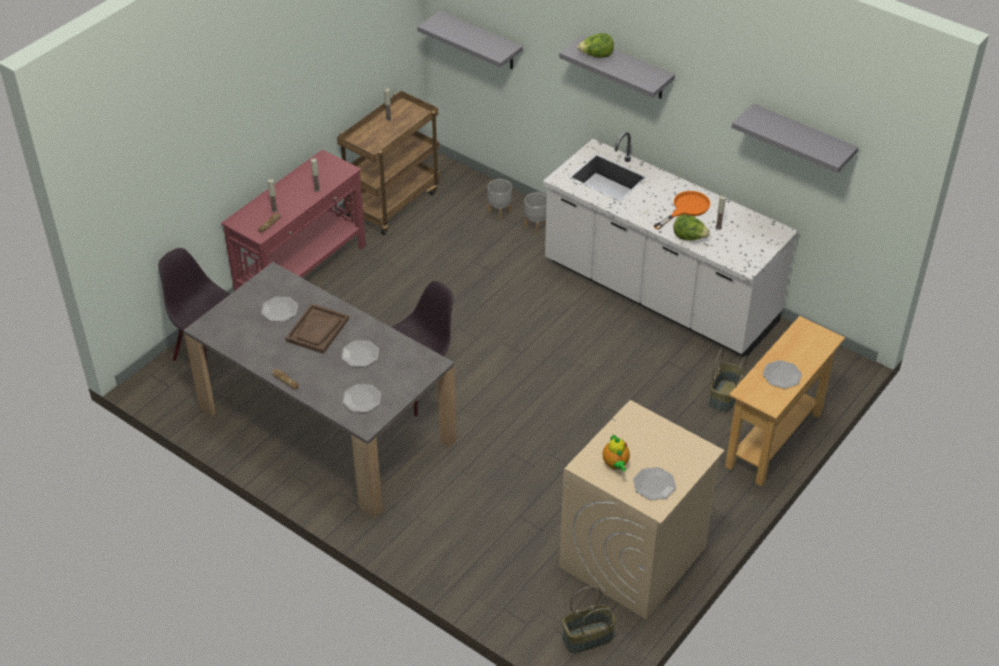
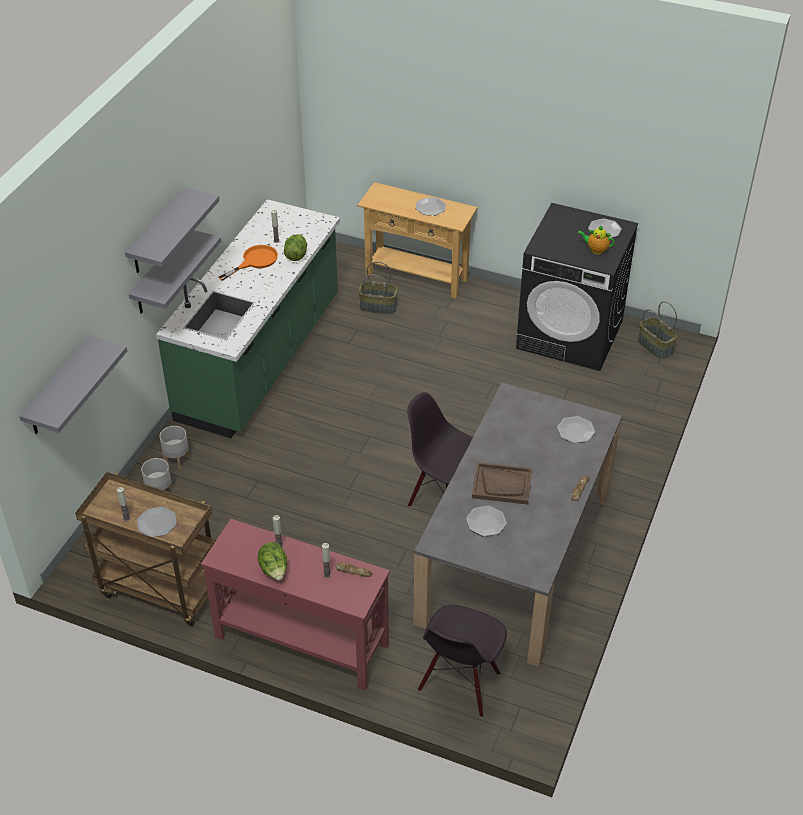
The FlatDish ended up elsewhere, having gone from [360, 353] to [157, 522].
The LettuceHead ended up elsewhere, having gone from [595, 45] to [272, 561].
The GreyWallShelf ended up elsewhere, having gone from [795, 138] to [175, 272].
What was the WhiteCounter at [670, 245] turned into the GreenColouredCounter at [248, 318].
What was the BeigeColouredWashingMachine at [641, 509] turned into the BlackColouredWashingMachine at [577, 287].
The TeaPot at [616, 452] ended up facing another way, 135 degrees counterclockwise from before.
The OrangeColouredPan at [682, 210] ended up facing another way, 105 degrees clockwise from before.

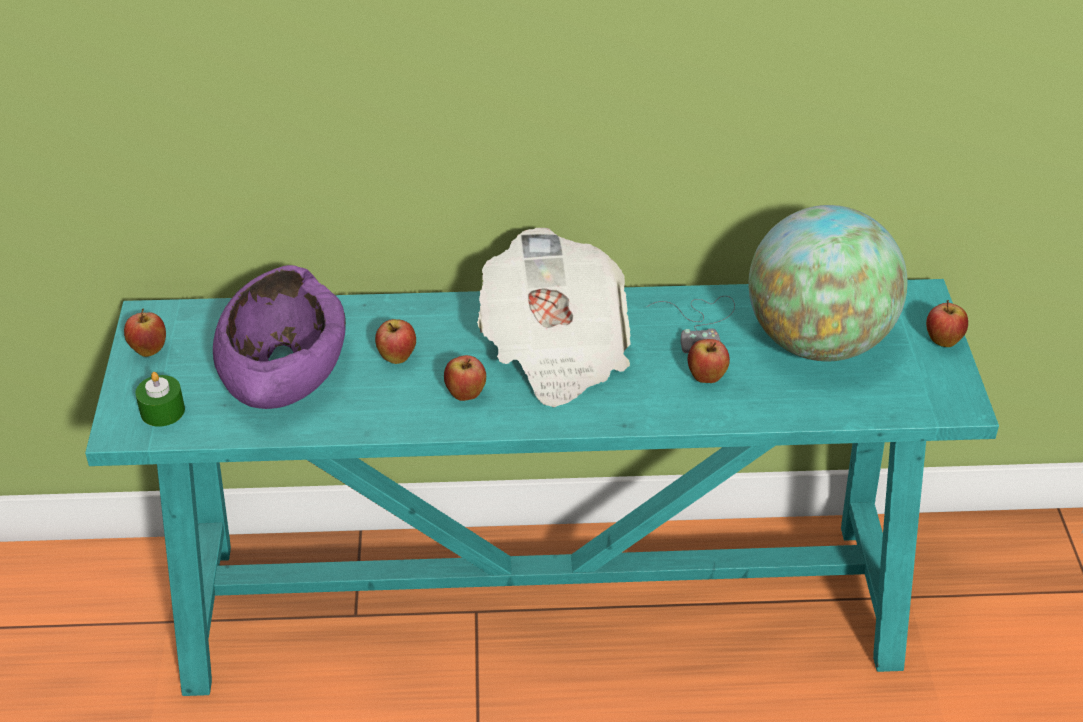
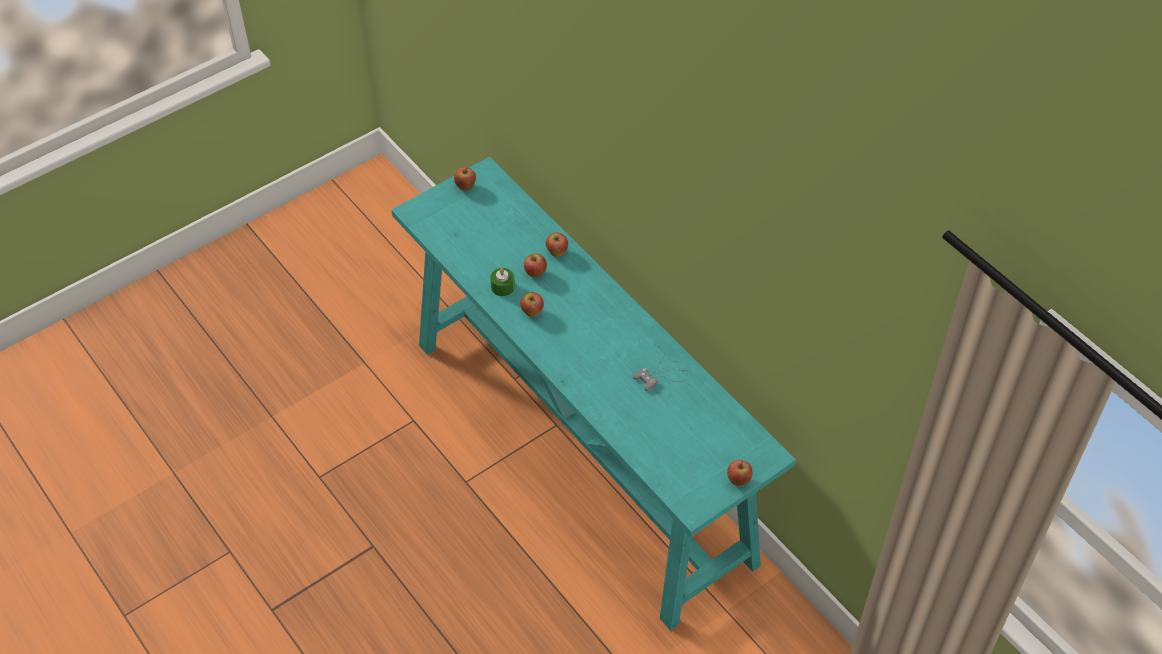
The second view lost the PurplishDeepDish at [279, 337].
The second view lost the PrintedPaper at [554, 317].
The second view lost the Globe at [828, 283].
The GreenColouredCandle ended up elsewhere, having gone from [160, 399] to [502, 282].
The WholeApple ended up elsewhere, having gone from [708, 361] to [557, 244].

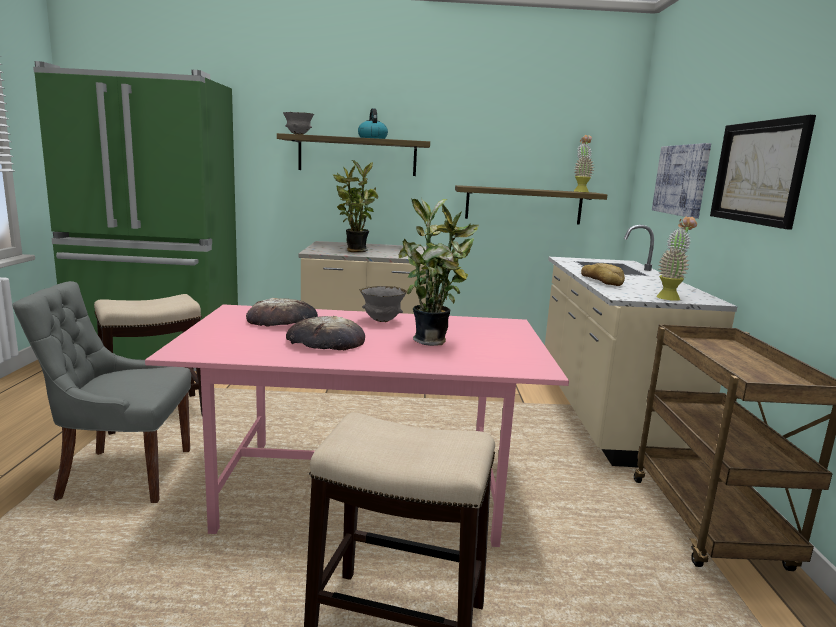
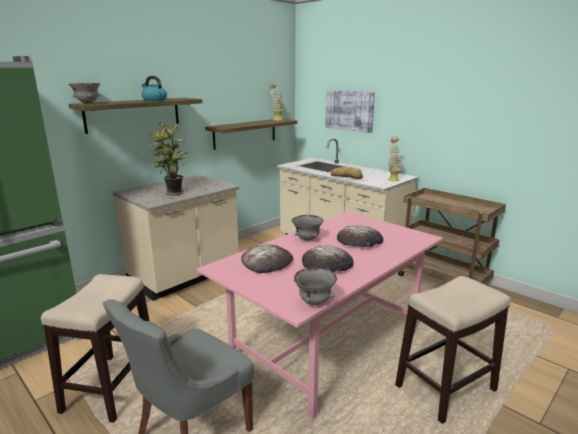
The second view lost the Picture at [763, 172].
The second view gained the GreyDeepDish at [315, 286].
Where the PottedPlant stood at [439, 272], the BakedBread came to stand at [360, 236].

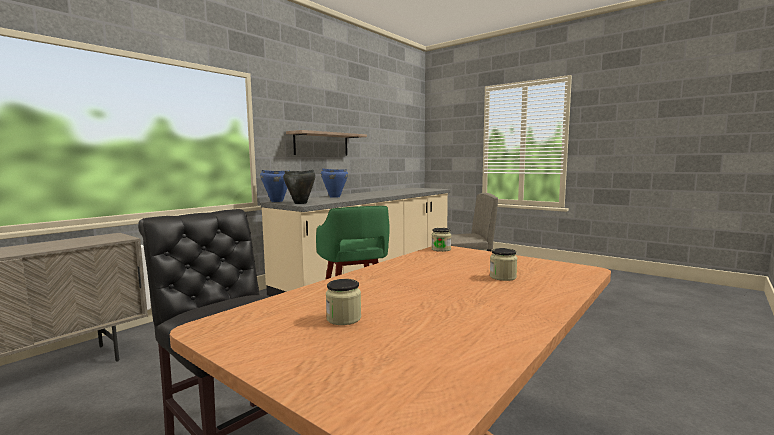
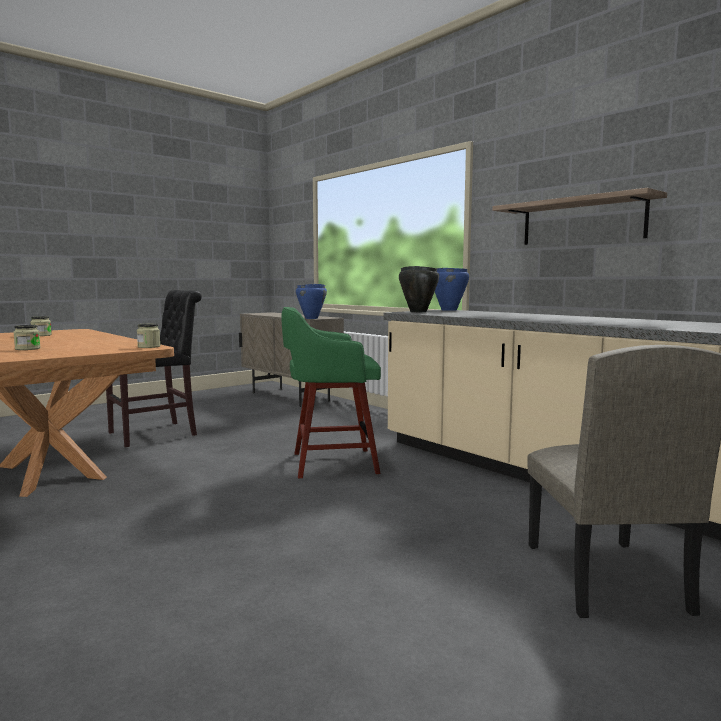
The BluishSaucepot ended up elsewhere, having gone from [334, 183] to [311, 301].

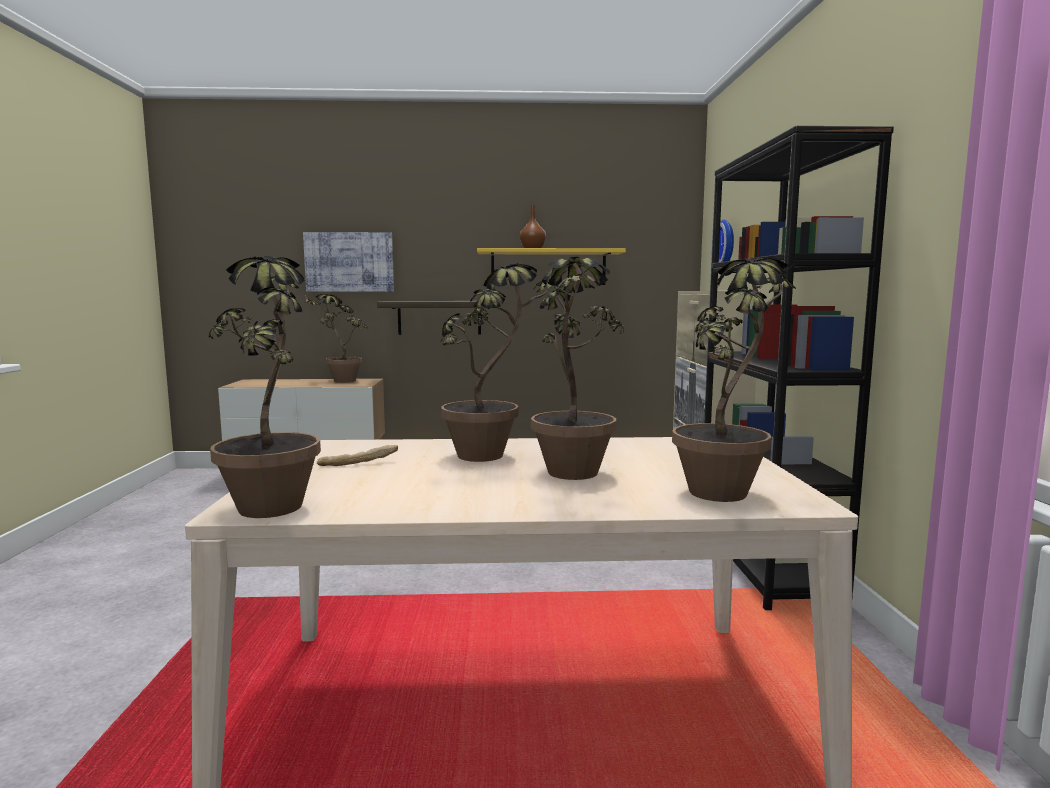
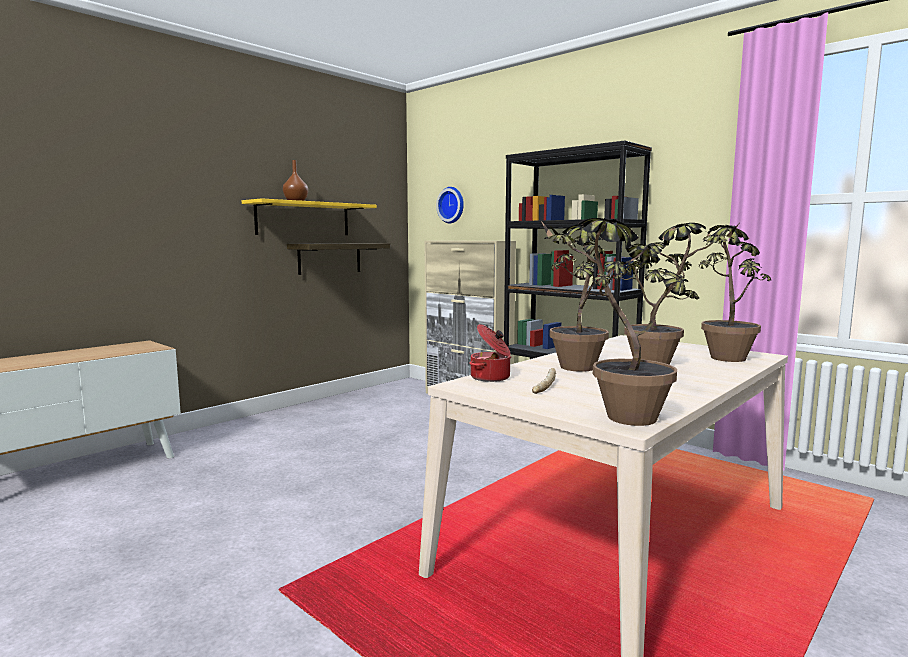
The second view lost the Picture at [348, 262].
The second view lost the PottedPlant at [336, 338].
The second view gained the Saucepot at [490, 353].
The WallShelf ended up elsewhere, having gone from [435, 318] to [338, 259].

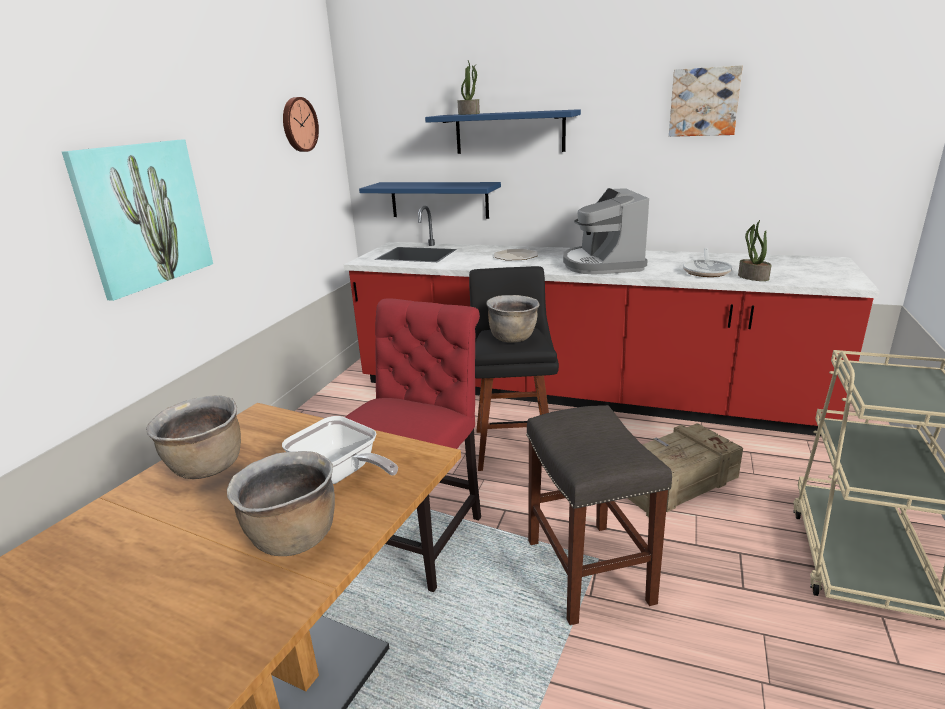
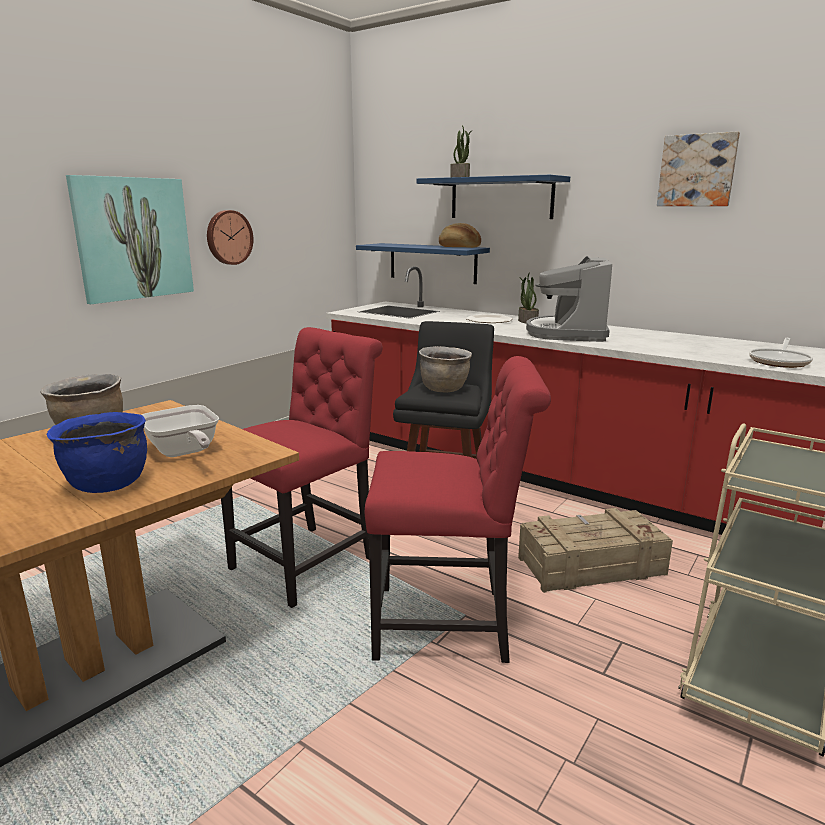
The second view gained the BakedBread at [460, 235].
The ClockOnTheWall ended up elsewhere, having gone from [301, 124] to [230, 237].
The Pan ended up elsewhere, having gone from [707, 262] to [781, 353].
The PottedPlant ended up elsewhere, having gone from [755, 250] to [528, 297].
Where the GreyStoolSeat stood at [599, 515], the RedColouredUprightChair came to stand at [458, 509].
What was the BrownColouredSaucepot at [281, 503] turned into the BluishSaucepot at [97, 452].

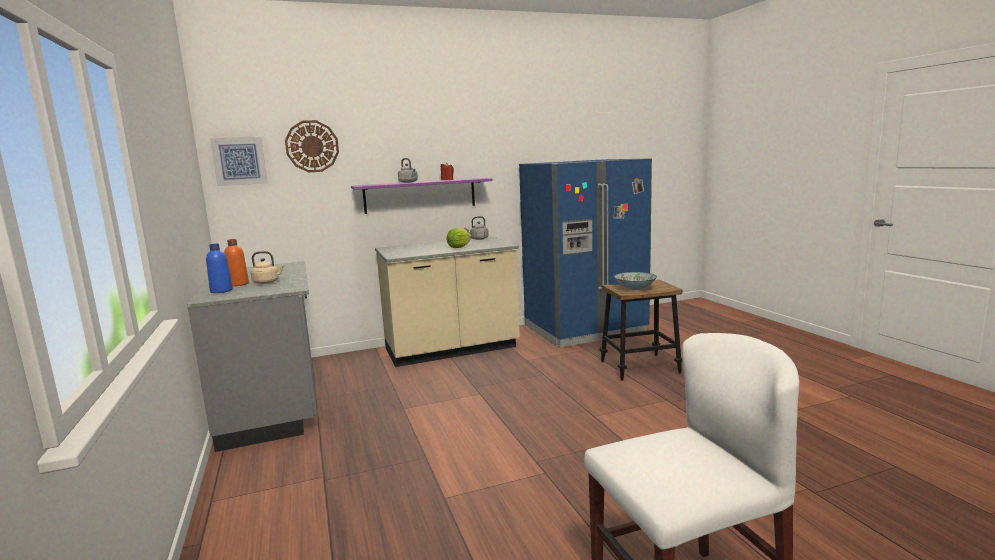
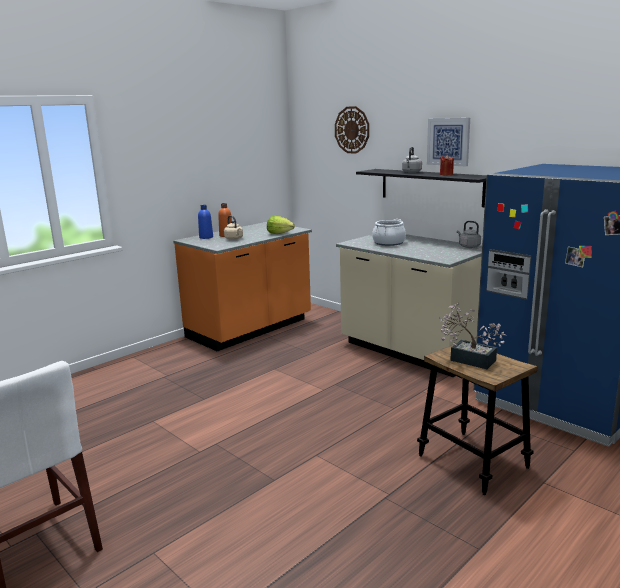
The second view gained the Saucepot at [389, 232].
The Picture ended up elsewhere, having gone from [239, 161] to [448, 142].
The LettuceHead ended up elsewhere, having gone from [459, 238] to [281, 225].
Where the DeepDish stood at [635, 281], the PottedPlant came to stand at [472, 336].
What was the GreyCounter at [252, 356] turned into the OrangeColouredCounter at [242, 286].
What was the PurplishWallShelf at [422, 196] turned into the BlackColouredWallShelf at [421, 188].

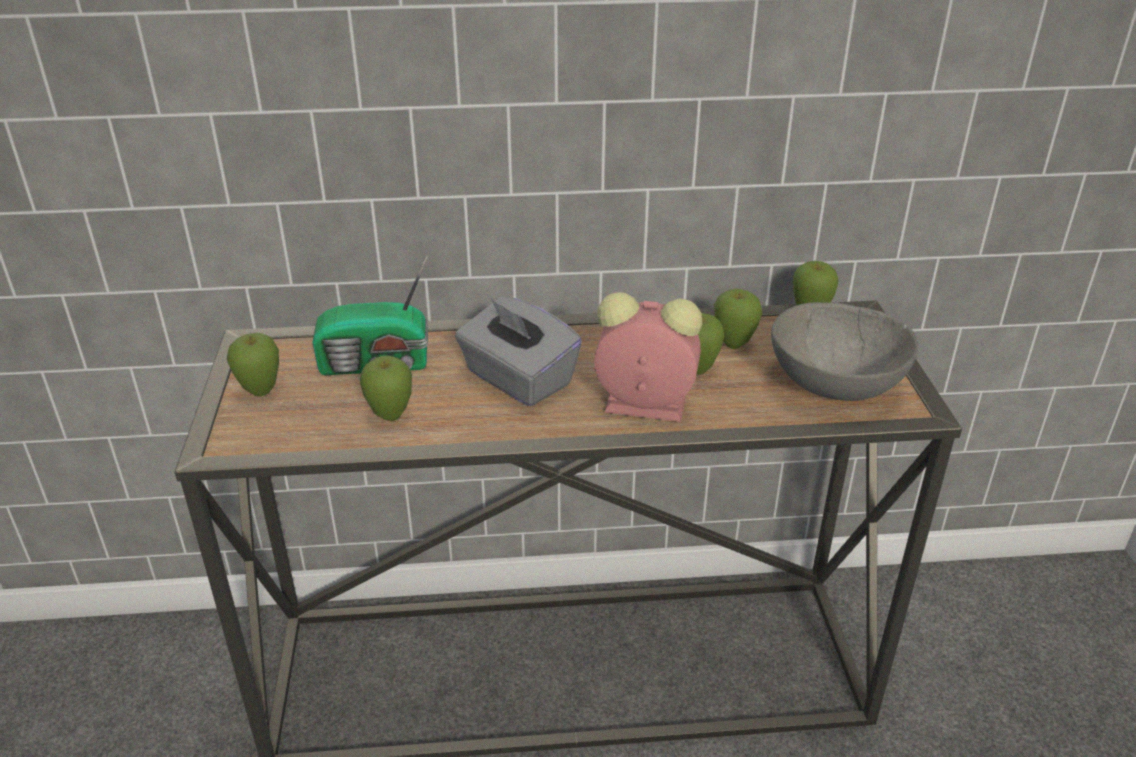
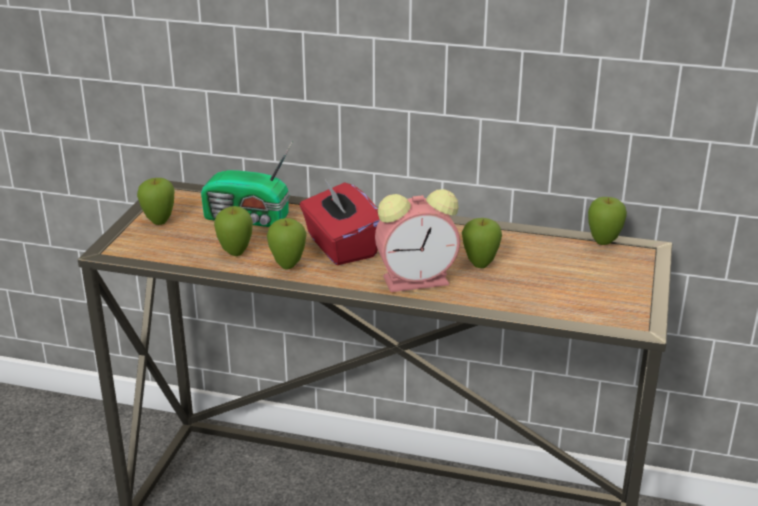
The second view lost the GreyDeepDish at [844, 351].
The WholeApple ended up elsewhere, having gone from [738, 319] to [287, 244].
What was the GreyTissueBox at [518, 351] turned into the RedColouredTissueBox at [340, 223].
The AlarmClock at [648, 357] ended up facing another way, 135 degrees clockwise from before.

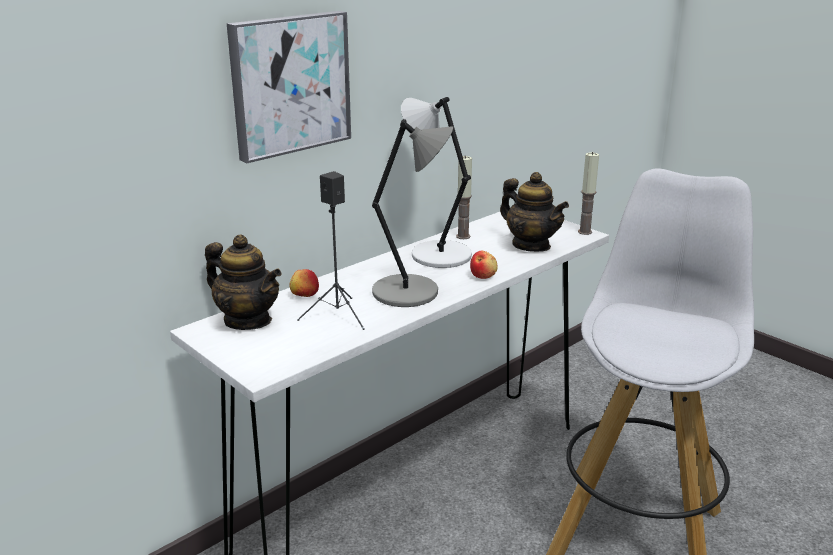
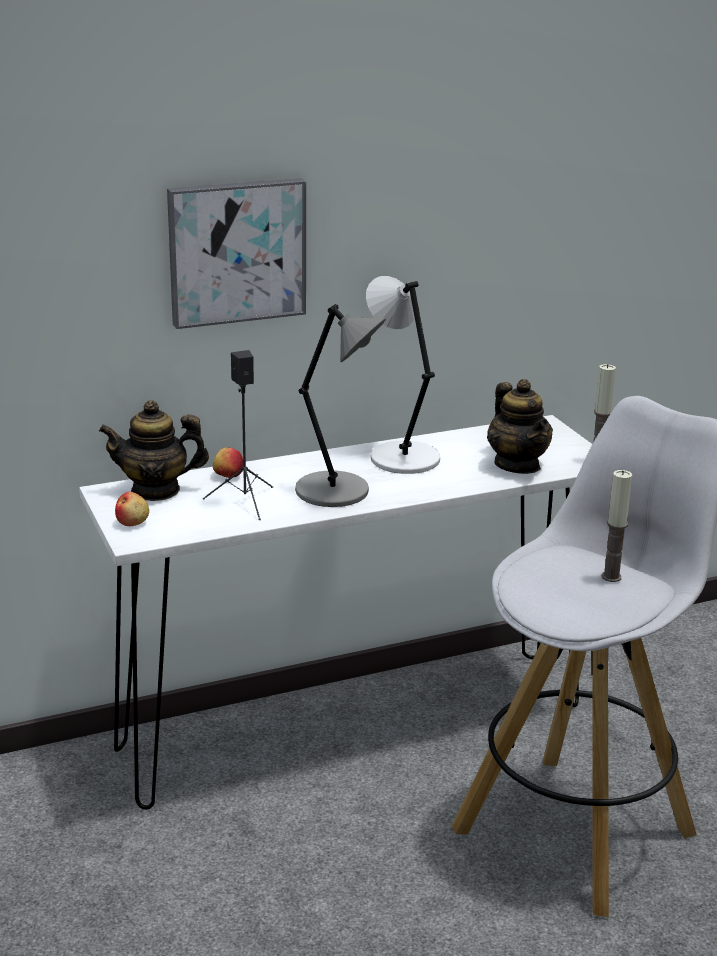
The Candle ended up elsewhere, having gone from [464, 197] to [617, 526].
The WholeApple ended up elsewhere, having gone from [484, 265] to [132, 509].
The TeaPot at [243, 282] ended up facing another way, 120 degrees clockwise from before.

